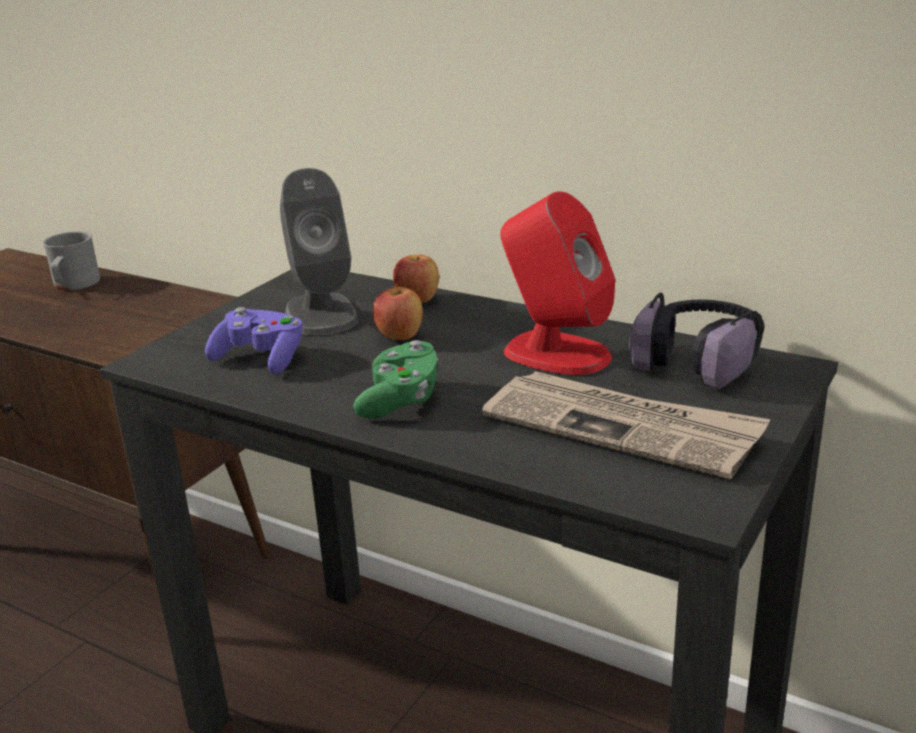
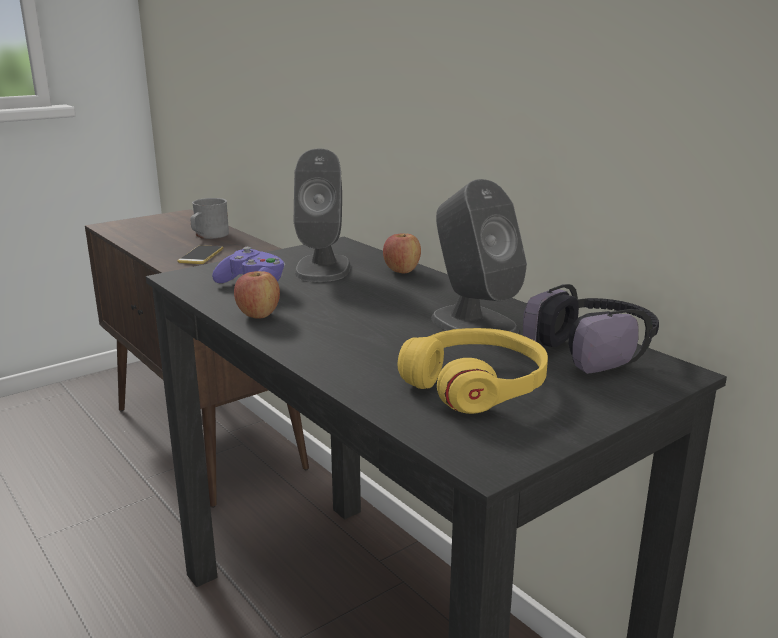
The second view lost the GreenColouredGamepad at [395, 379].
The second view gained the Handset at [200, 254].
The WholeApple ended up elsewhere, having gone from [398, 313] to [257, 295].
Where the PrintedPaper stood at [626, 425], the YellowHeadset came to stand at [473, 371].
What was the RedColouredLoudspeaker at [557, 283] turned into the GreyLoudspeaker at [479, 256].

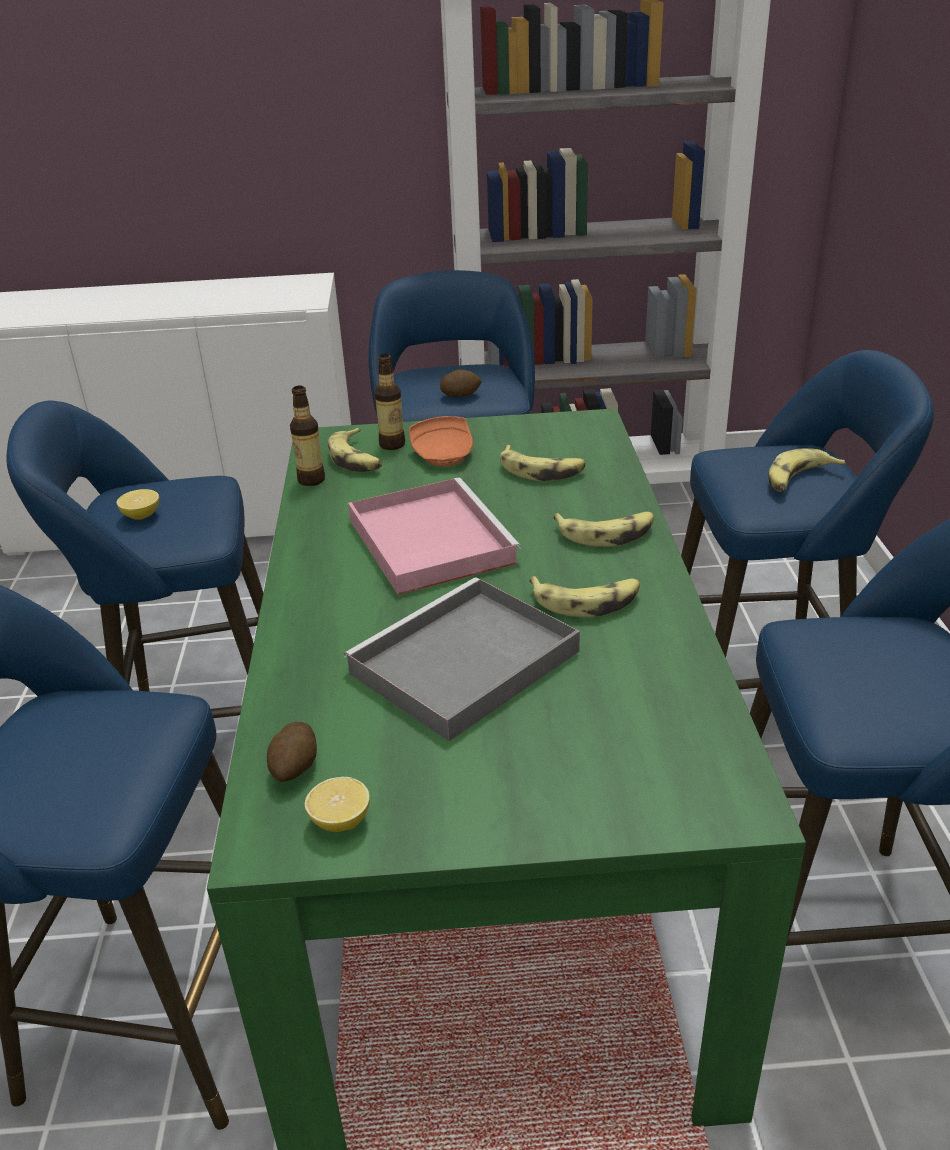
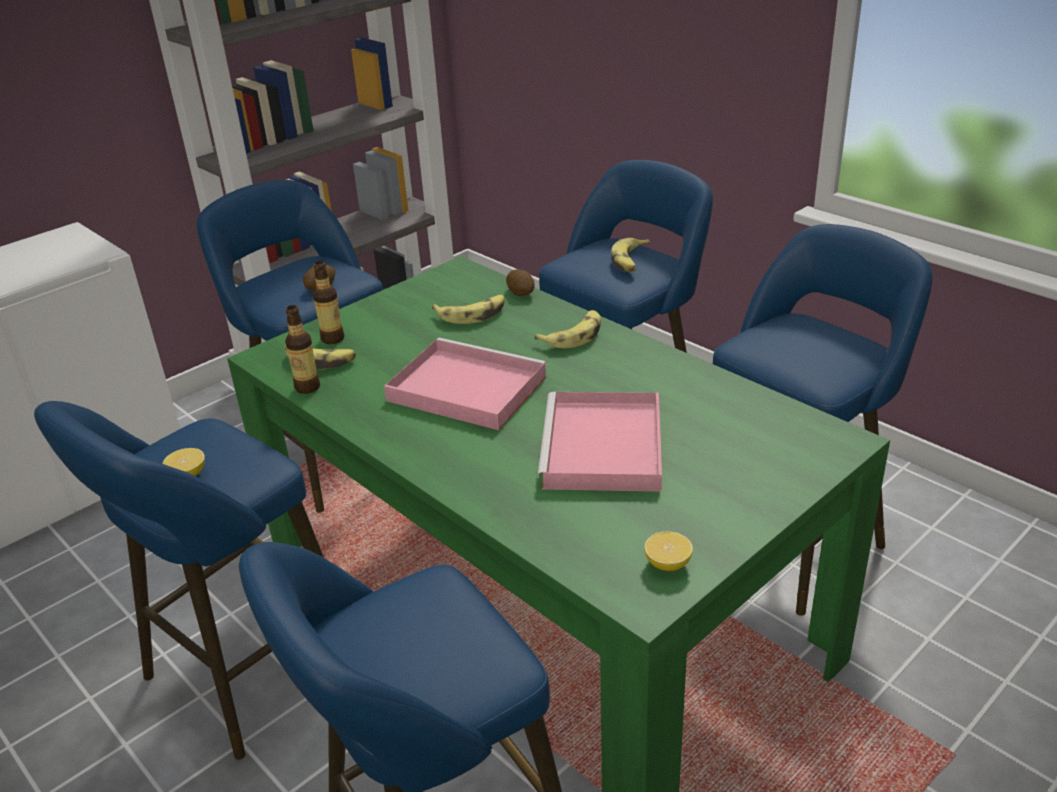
The second view lost the OrangeColouredFlatDish at [441, 441].
The second view lost the BananaFruit at [584, 596].
The Potato ended up elsewhere, having gone from [292, 752] to [520, 282].
What was the GreyCarryingTray at [462, 659] turned into the PinkCarryingTray at [599, 442].

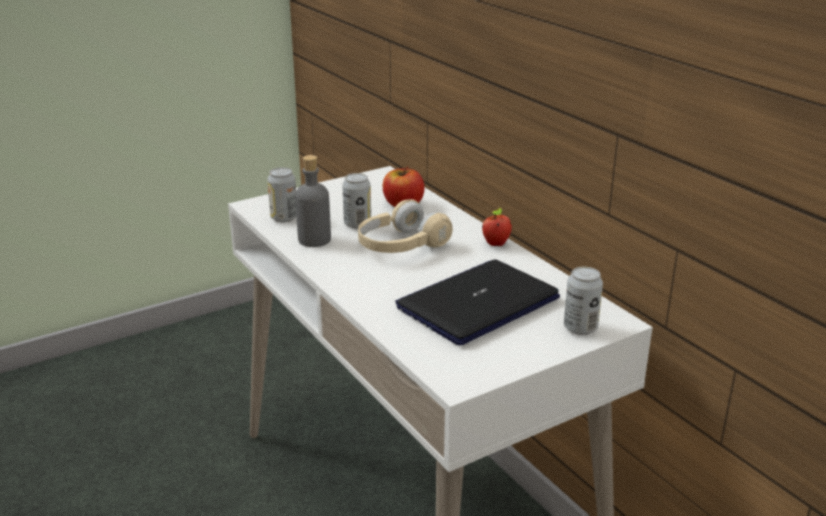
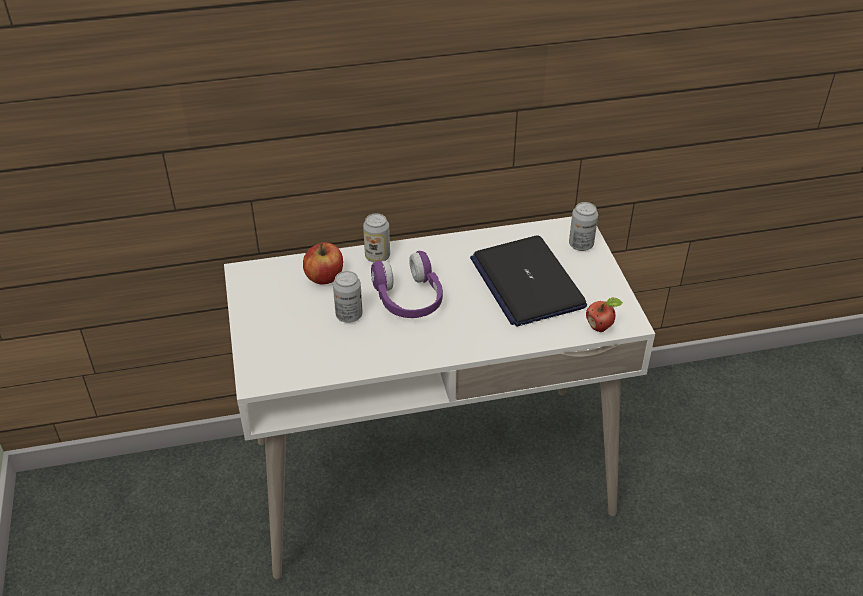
The second view lost the GreyBottle at [313, 201].
The Can ended up elsewhere, having gone from [281, 195] to [376, 237].
The WholeApple ended up elsewhere, having gone from [497, 227] to [604, 314].
What was the BeigeColouredHeadset at [405, 226] turned into the PurplishHeadset at [407, 284].

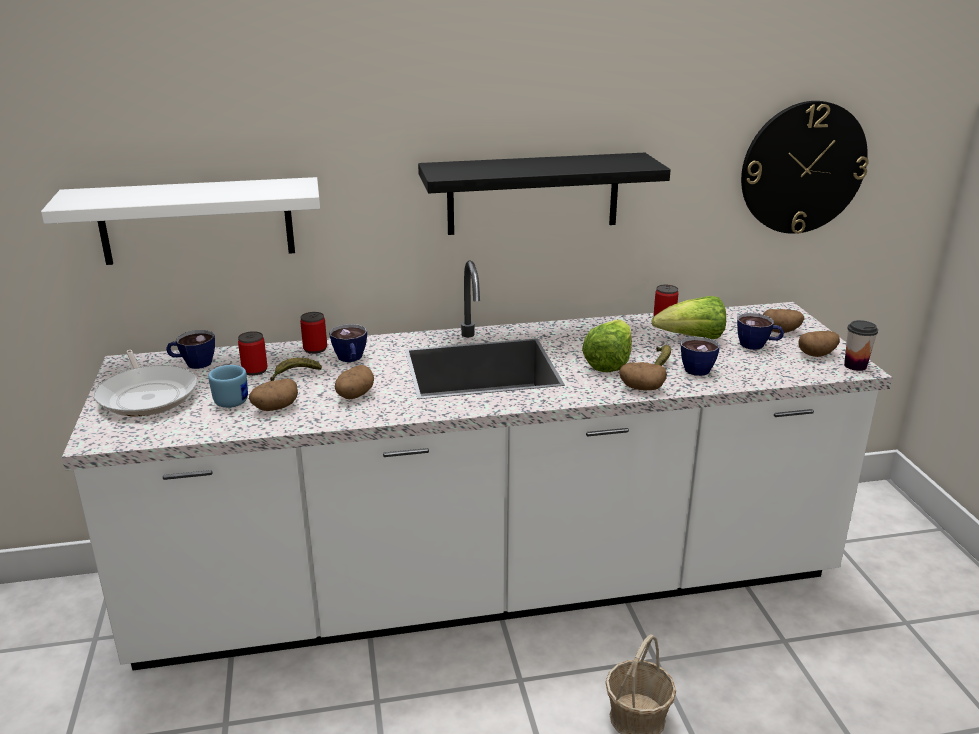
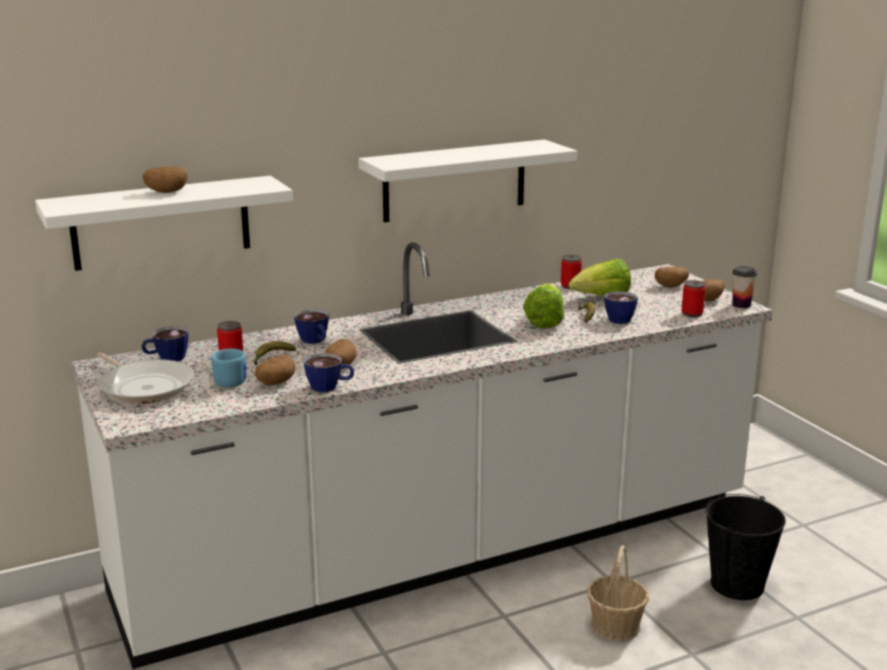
The second view lost the ClockOnTheWall at [805, 167].
The second view gained the BlackColouredBucket at [745, 547].
The Can ended up elsewhere, having gone from [313, 333] to [693, 298].
The Potato ended up elsewhere, having gone from [643, 376] to [165, 180].
The Cup ended up elsewhere, having gone from [760, 331] to [329, 372].
What was the BlackColouredWallShelf at [544, 194] turned into the WhiteWallShelf at [467, 180].

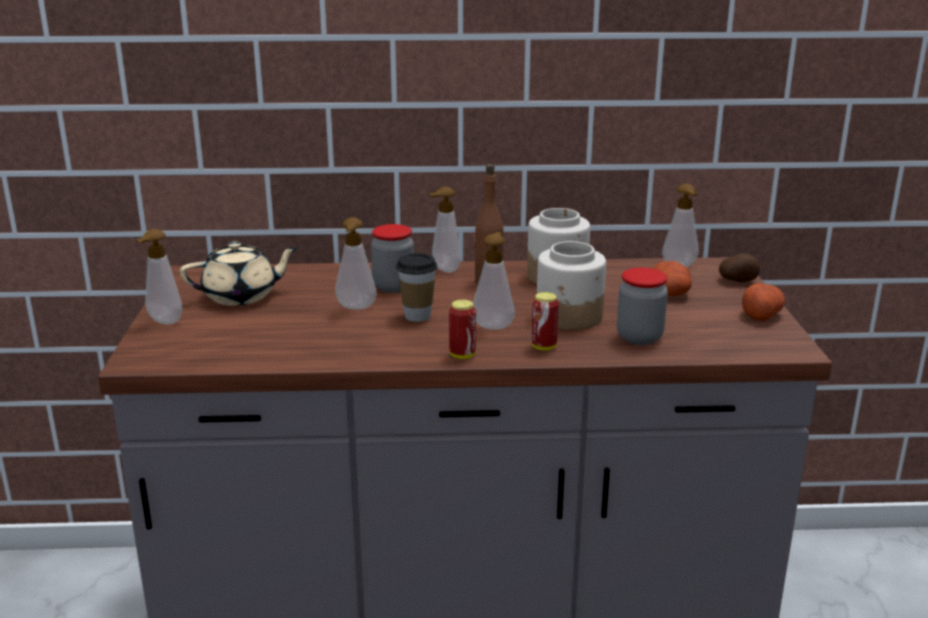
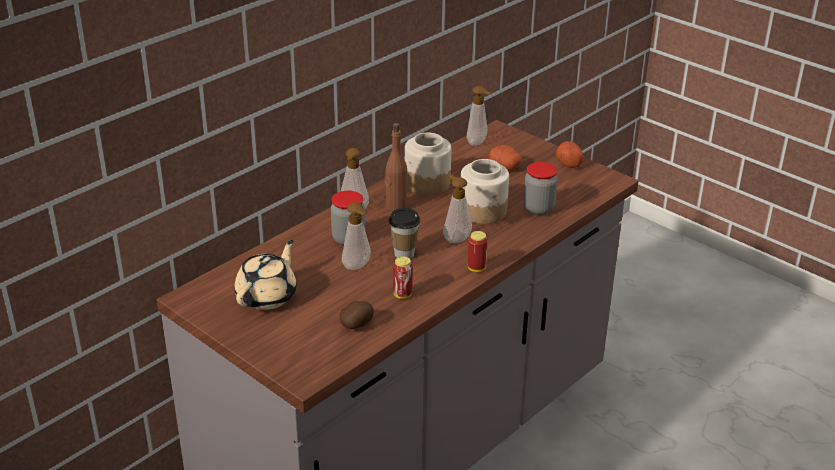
The second view lost the LiquidSoapBottle at [159, 276].
The Can ended up elsewhere, having gone from [545, 321] to [403, 277].
The Potato ended up elsewhere, having gone from [740, 267] to [356, 315].

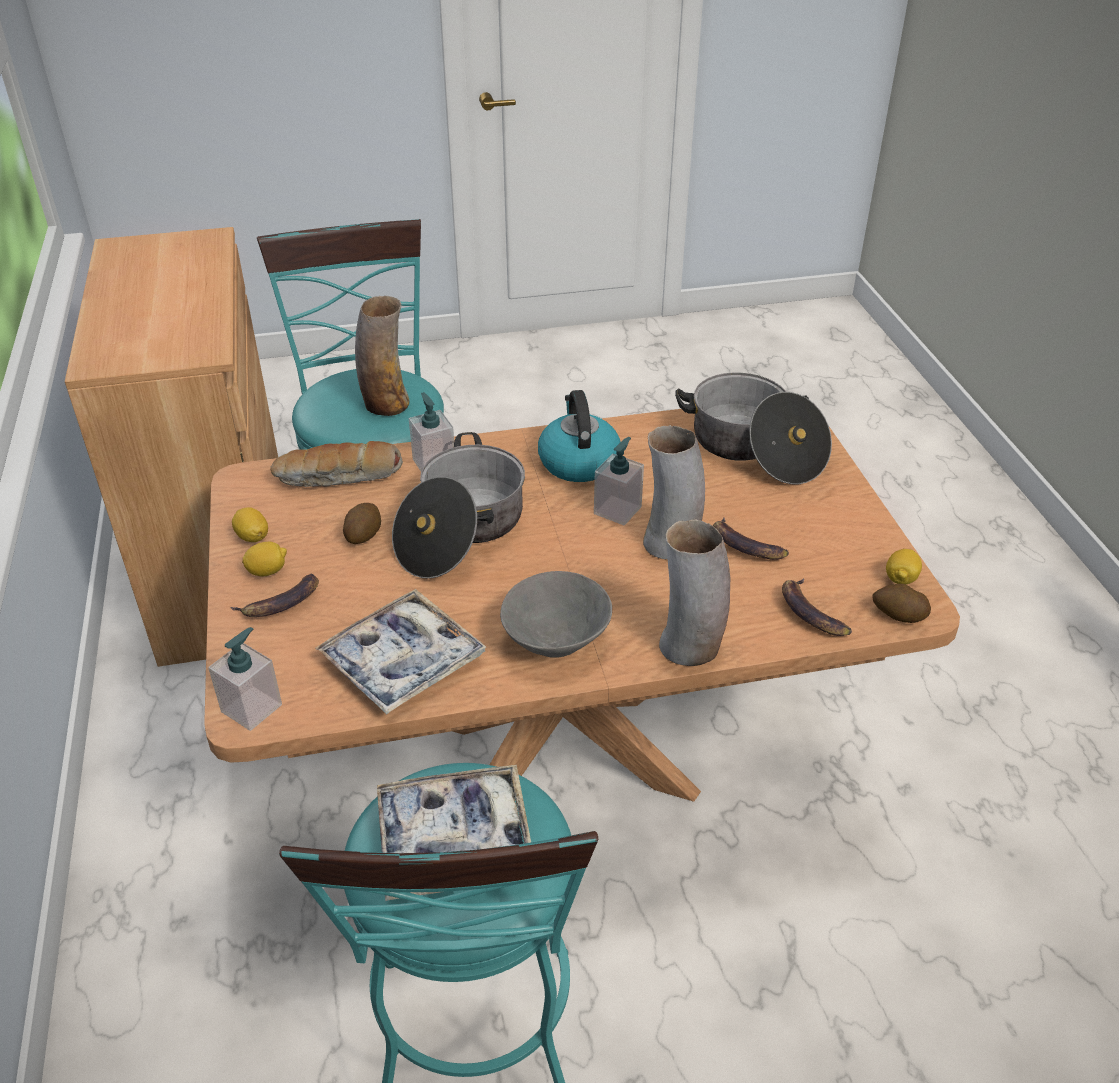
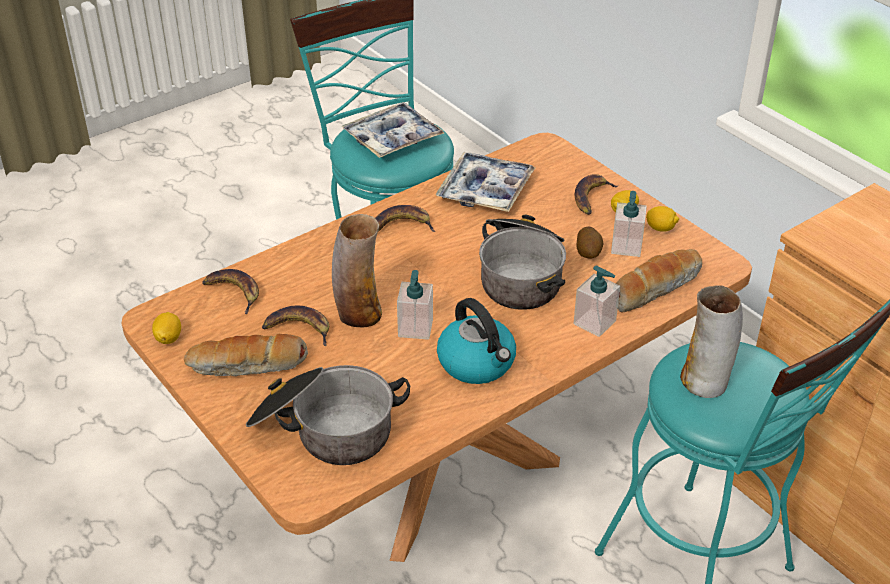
The second view lost the FlowerVase at [695, 593].
The second view lost the Potato at [901, 603].
The second view gained the BakedBread at [246, 355].
The LiquidSoapBottle ended up elsewhere, having gone from [245, 679] to [629, 224].
Where the GreyDeepDish stood at [556, 614], the BananaFruit came to stand at [405, 218].

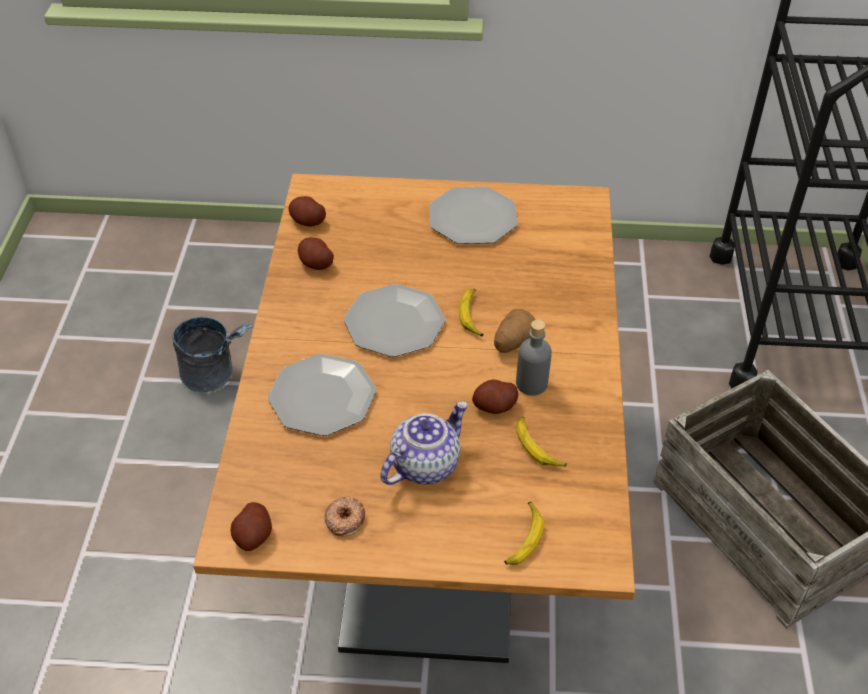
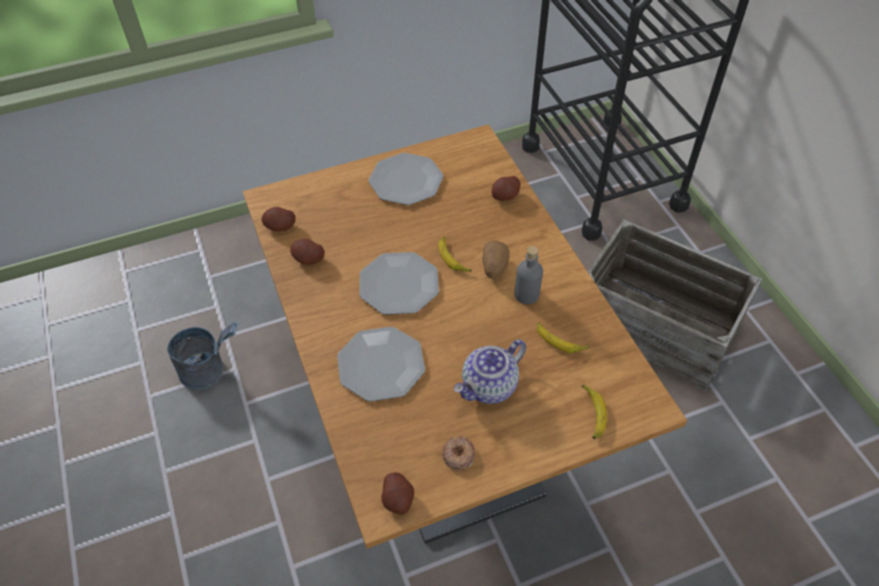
The Potato ended up elsewhere, having gone from [495, 396] to [506, 188].
The TeaPot at [424, 443] ended up facing another way, 150 degrees counterclockwise from before.

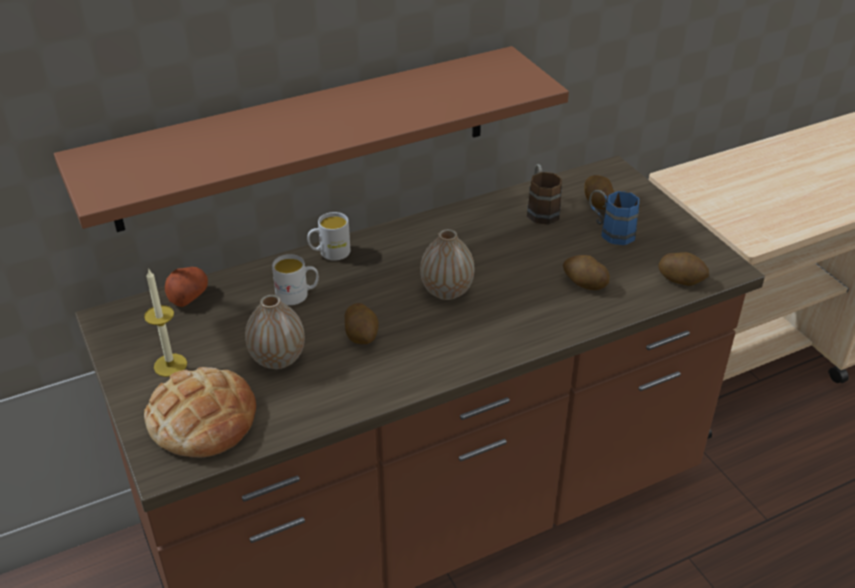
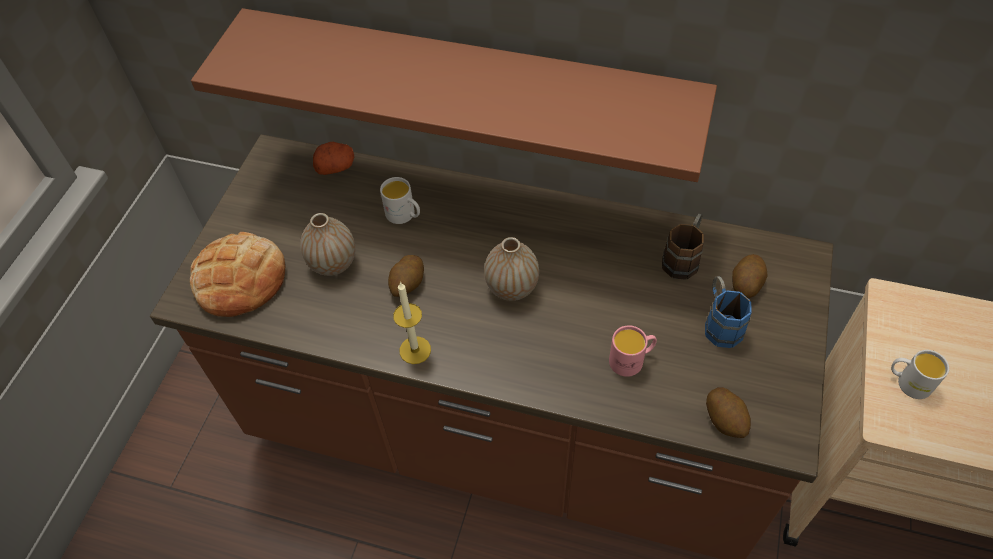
The Candle ended up elsewhere, having gone from [165, 322] to [412, 323].
The WhiteMug ended up elsewhere, having gone from [328, 236] to [920, 374].
Where the Potato stood at [586, 272], the PinkMug came to stand at [633, 351].

